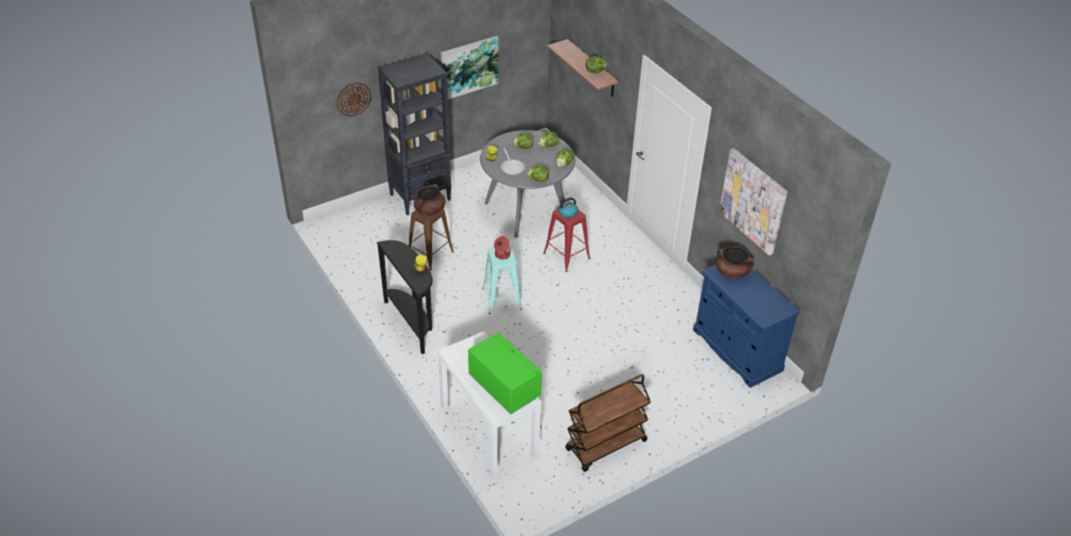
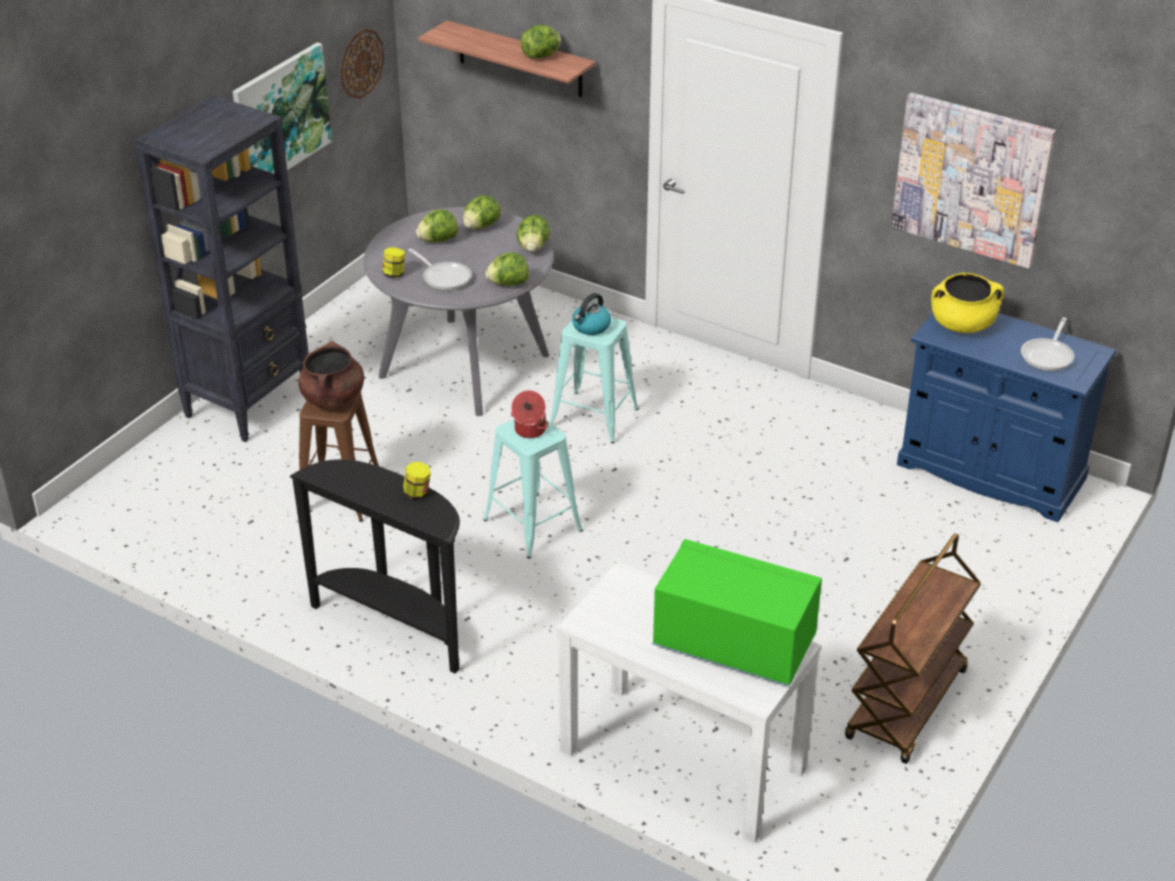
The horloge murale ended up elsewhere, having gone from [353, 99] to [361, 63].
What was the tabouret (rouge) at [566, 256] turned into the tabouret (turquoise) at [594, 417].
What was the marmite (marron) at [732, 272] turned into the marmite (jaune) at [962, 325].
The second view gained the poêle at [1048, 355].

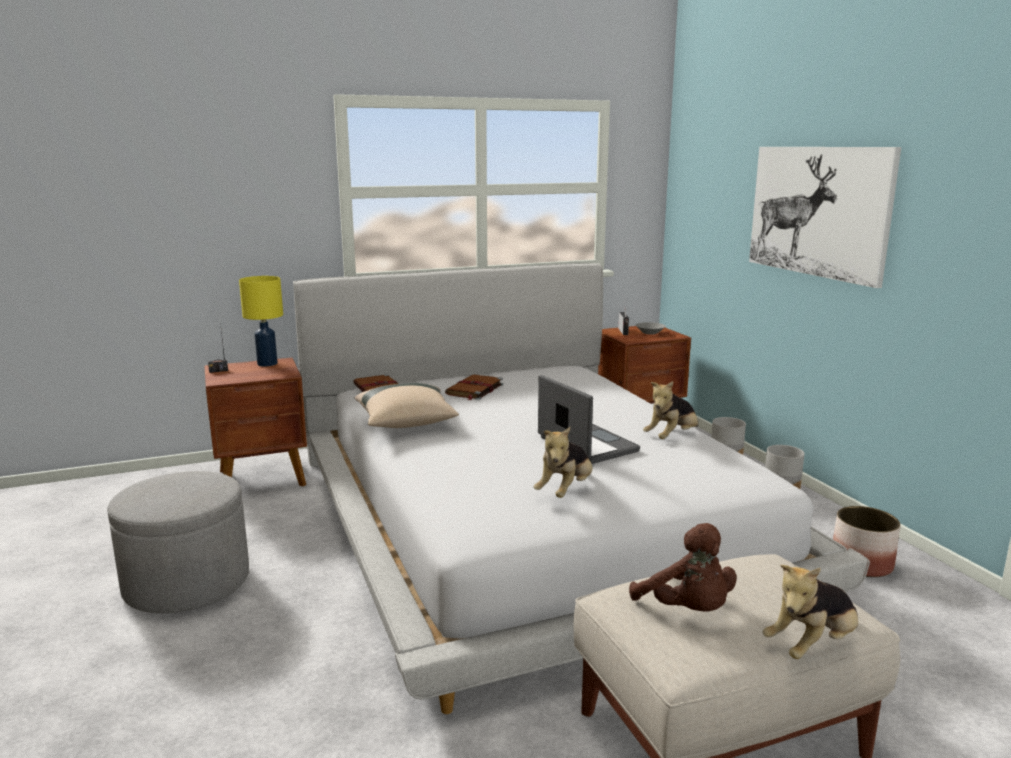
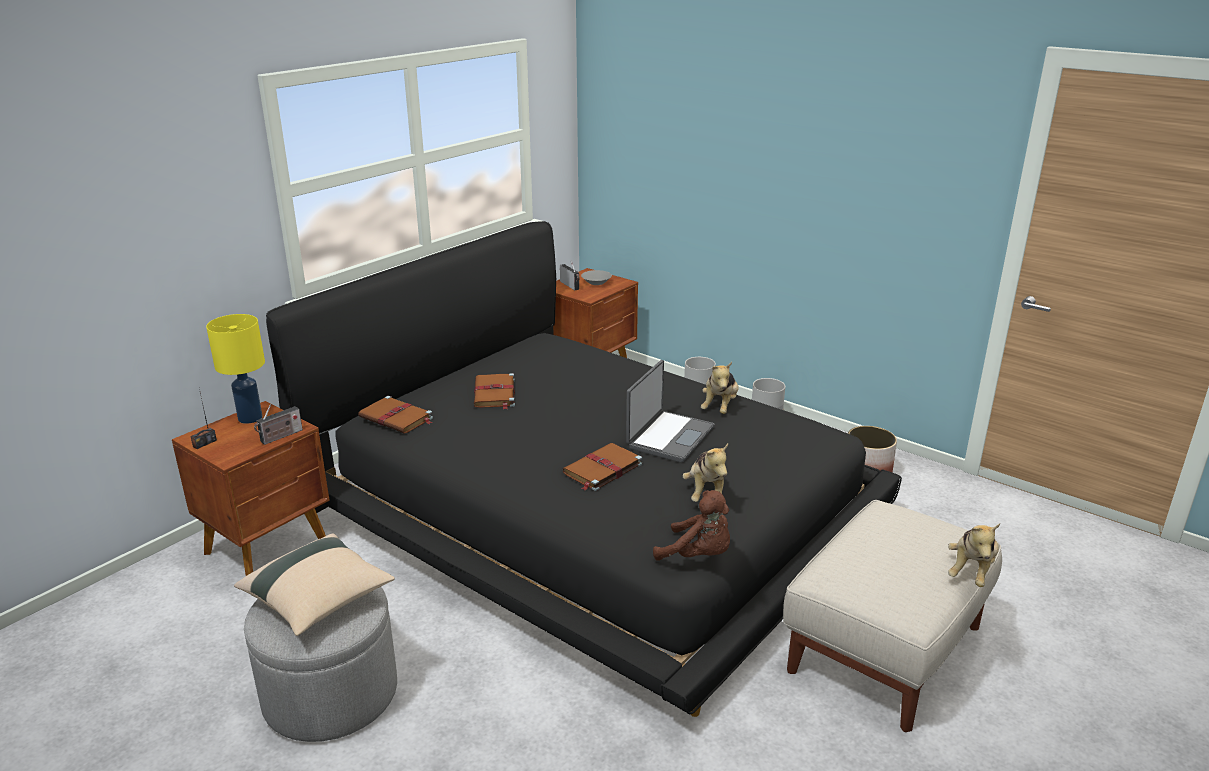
The second view lost the tableau at [818, 211].
What was the lit (blanc) at [529, 520] turned into the lit (noir) at [590, 512].
The ordinateur portable at [586, 445] ended up facing another way, 90 degrees clockwise from before.
The coussin (beige) ended up elsewhere, having gone from [406, 423] to [319, 600].
The peluche (marron) ended up elsewhere, having gone from [687, 610] to [698, 555].
The second view gained the radio at [280, 437].
The second view gained the livre (marron) at [602, 469].

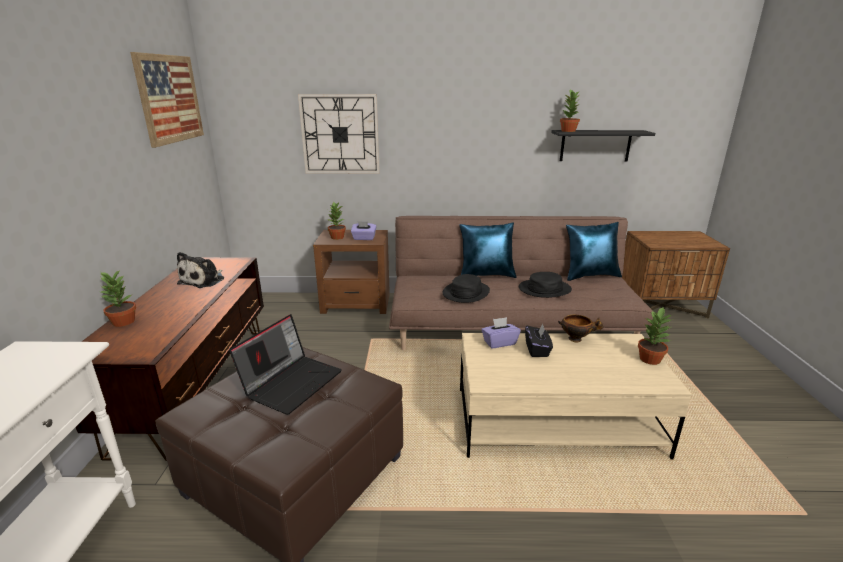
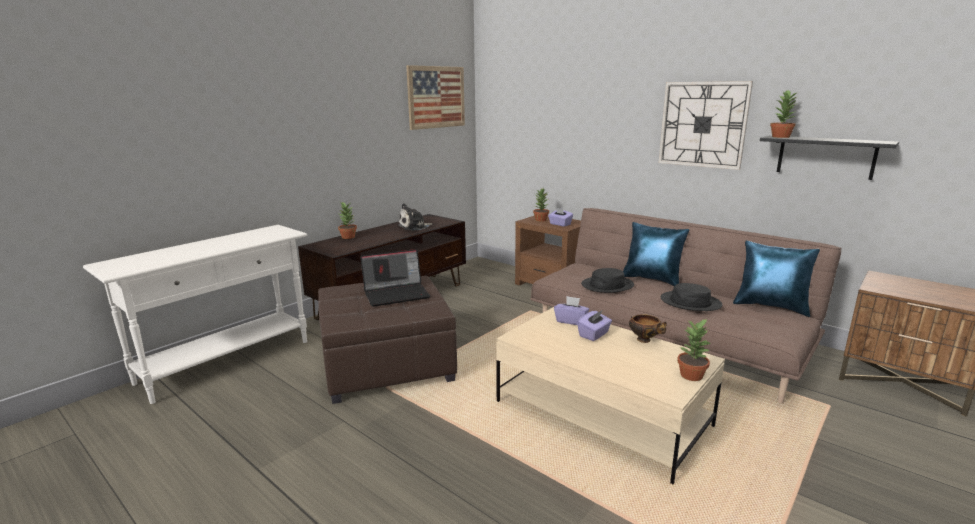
The horloge murale ended up elsewhere, having gone from [340, 134] to [703, 124].
What was the boîte à mouchoirs (noir) at [537, 350] turned into the boîte à mouchoirs (violet) at [594, 334].

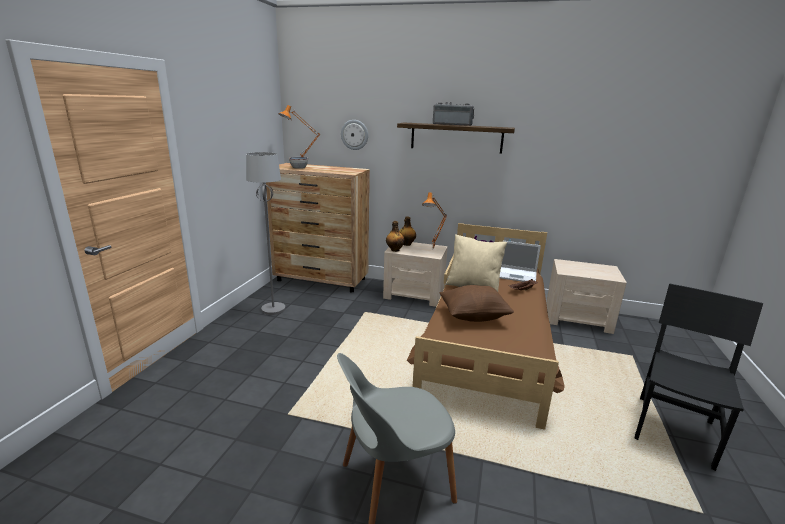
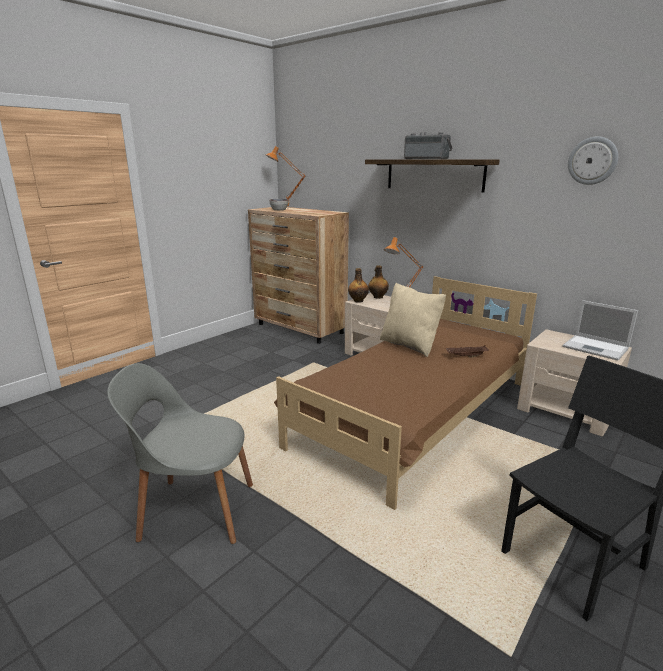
The horloge murale ended up elsewhere, having gone from [354, 134] to [592, 161].
The second view lost the lampadaire (gris) at [273, 309].
The ordinateur portable ended up elsewhere, having gone from [517, 275] to [596, 348].
The second view lost the coussin (marron) at [474, 316].

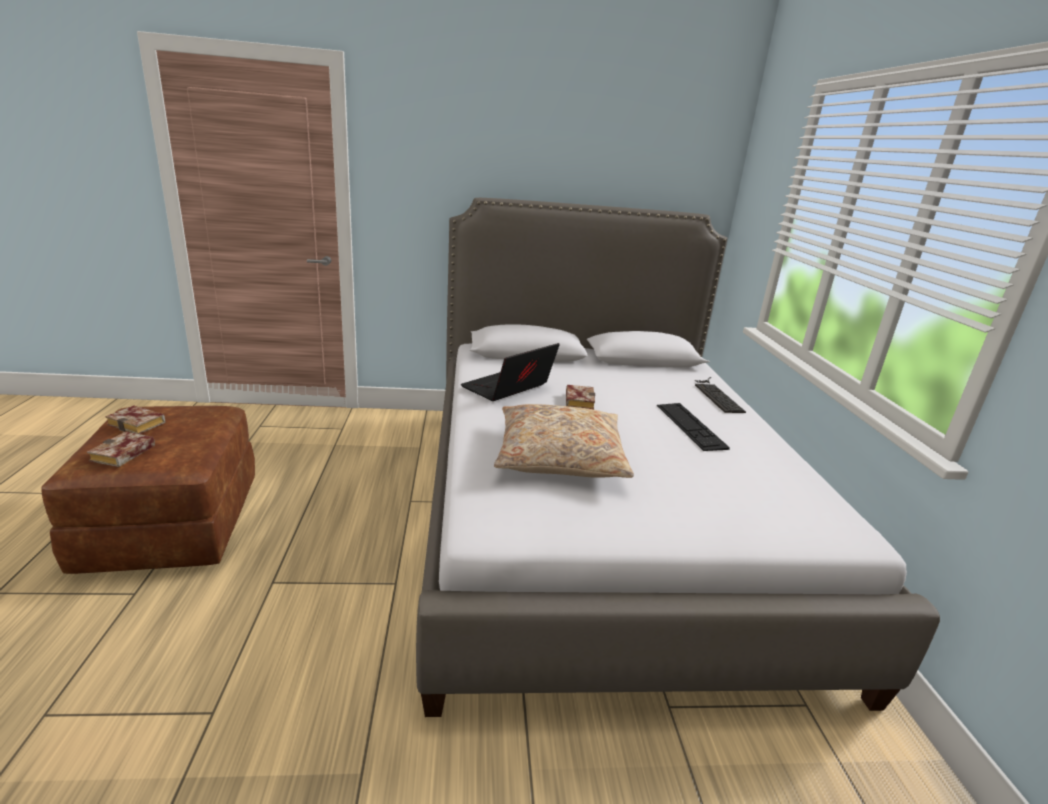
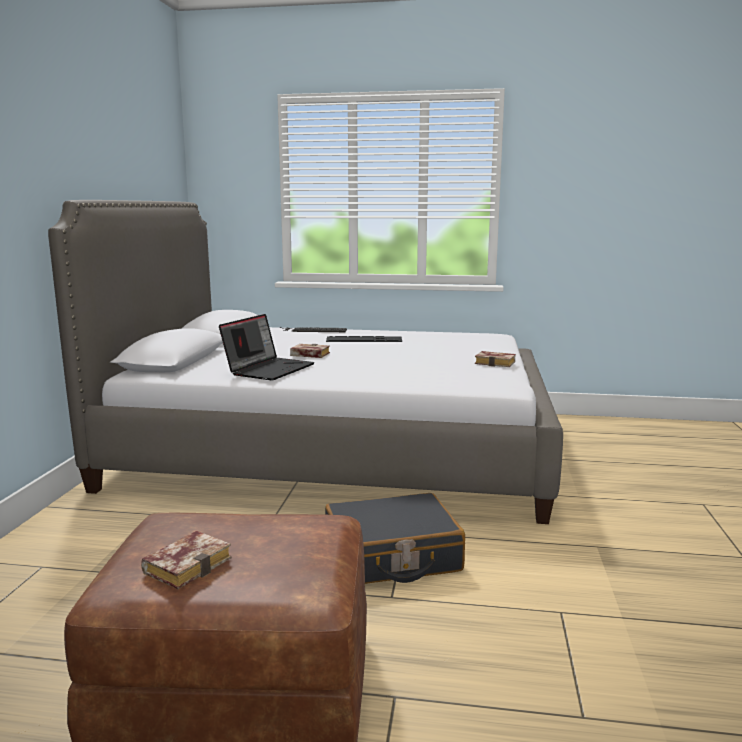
The ordinateur portable at [507, 388] ended up facing another way, 120 degrees counterclockwise from before.
The second view lost the coussin (beige) at [559, 456].
The livre ended up elsewhere, having gone from [123, 455] to [497, 363].
The second view gained the valise (noir) at [392, 556].

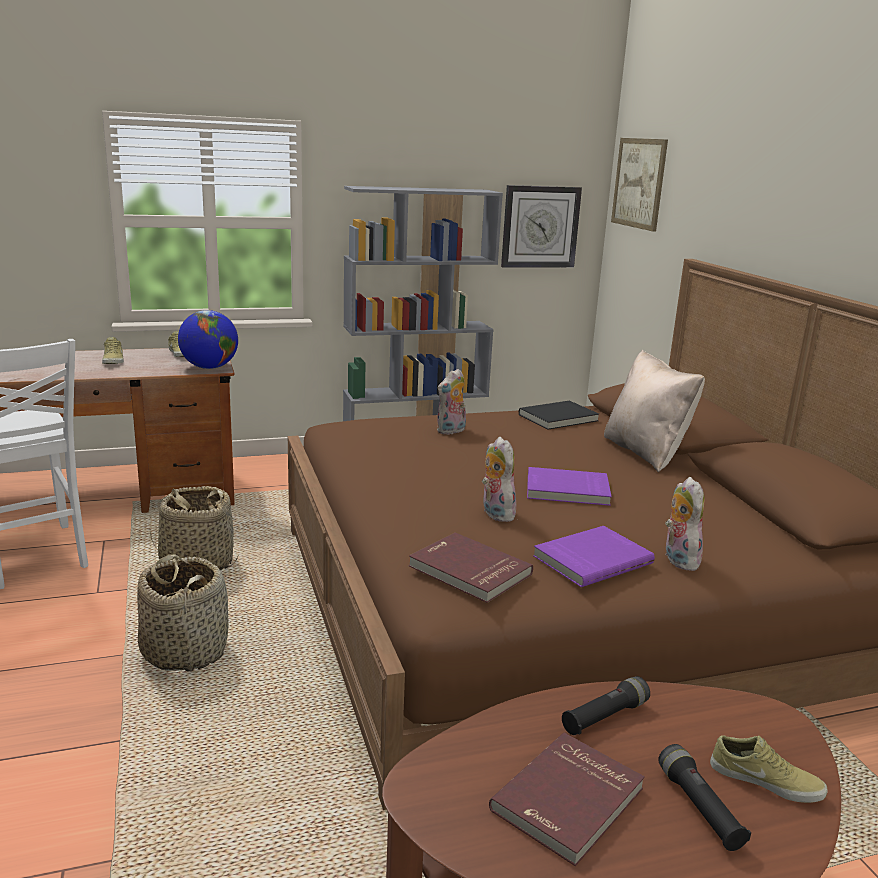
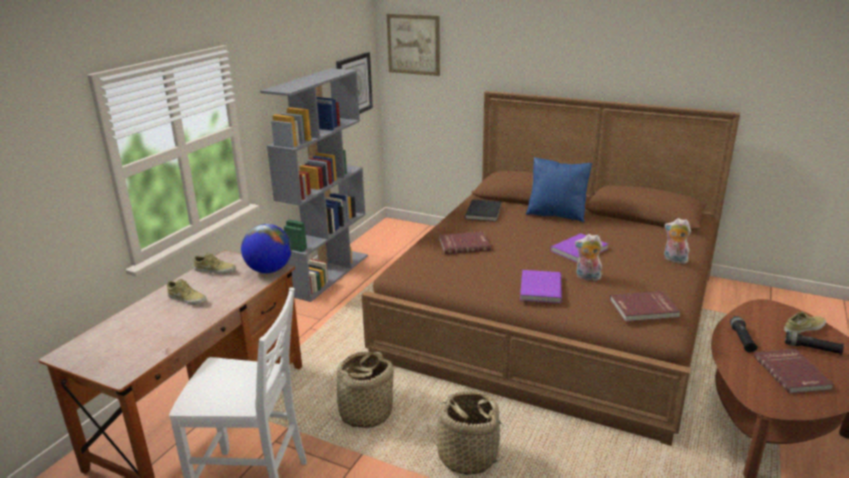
What was the coussin (beige) at [646, 453] turned into the coussin (bleu) at [556, 214].
Where the peluche stood at [451, 431], the livre (rouge) came to stand at [464, 244].
The livre (violet) ended up elsewhere, having gone from [591, 559] to [539, 288].

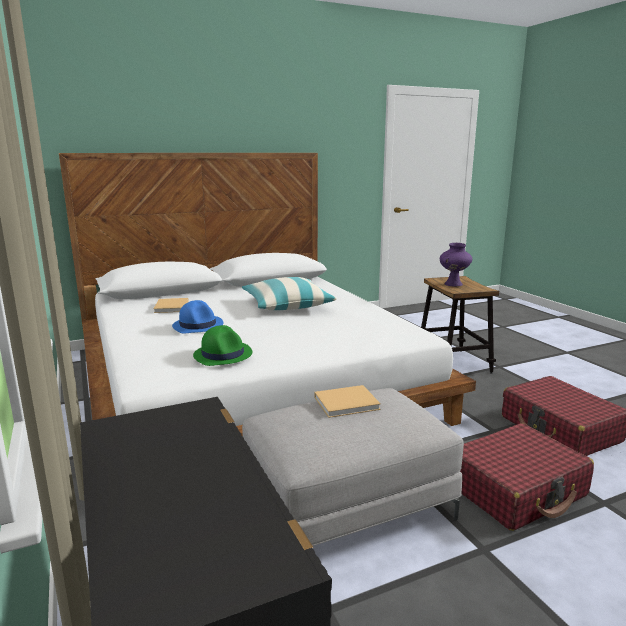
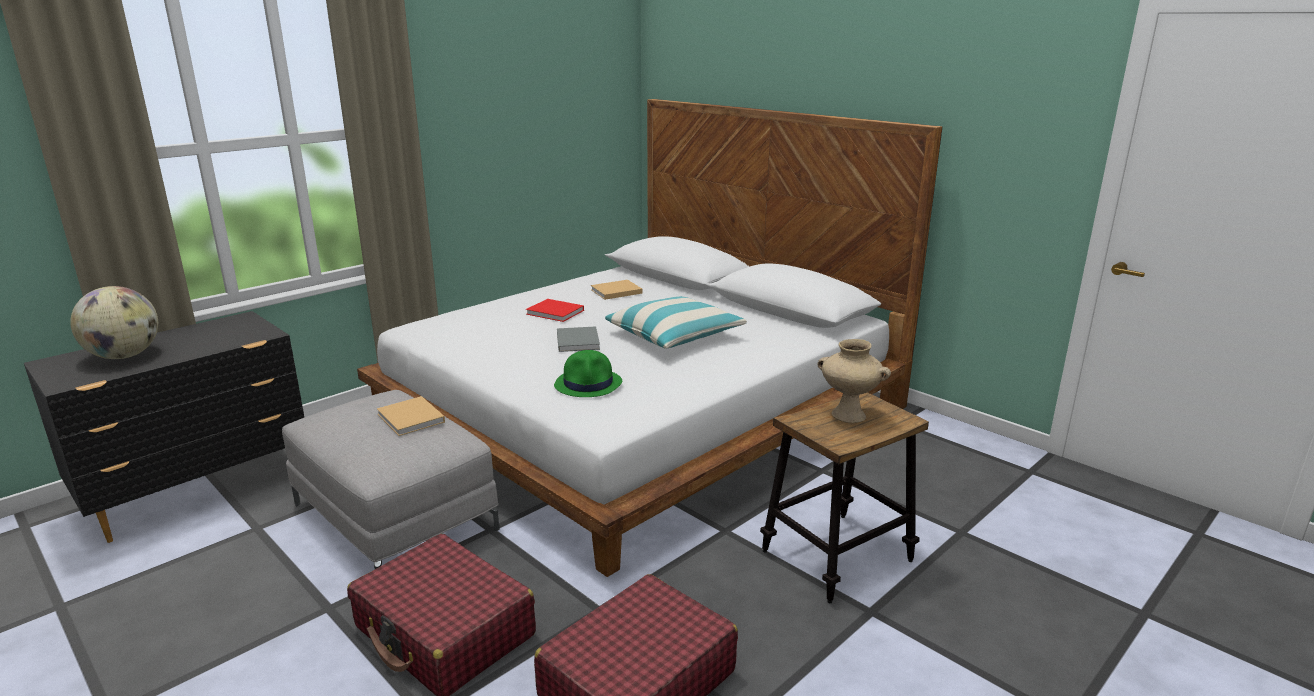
What was the vase (violet) at [453, 284] turned into the vase (beige) at [847, 415].
Where the chapeau (bleu) stood at [198, 325], the livre (rouge) came to stand at [556, 312].
The chapeau (vert) ended up elsewhere, having gone from [223, 354] to [589, 384].
The second view gained the globe at [124, 356].
The second view gained the livre (gris) at [577, 340].

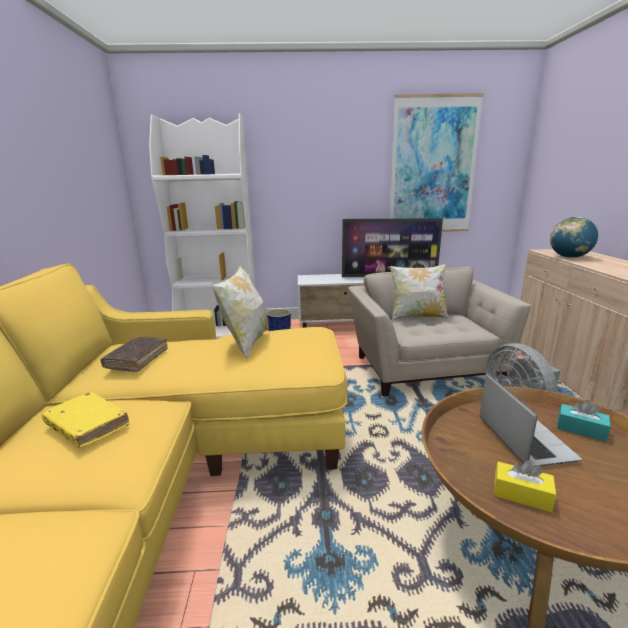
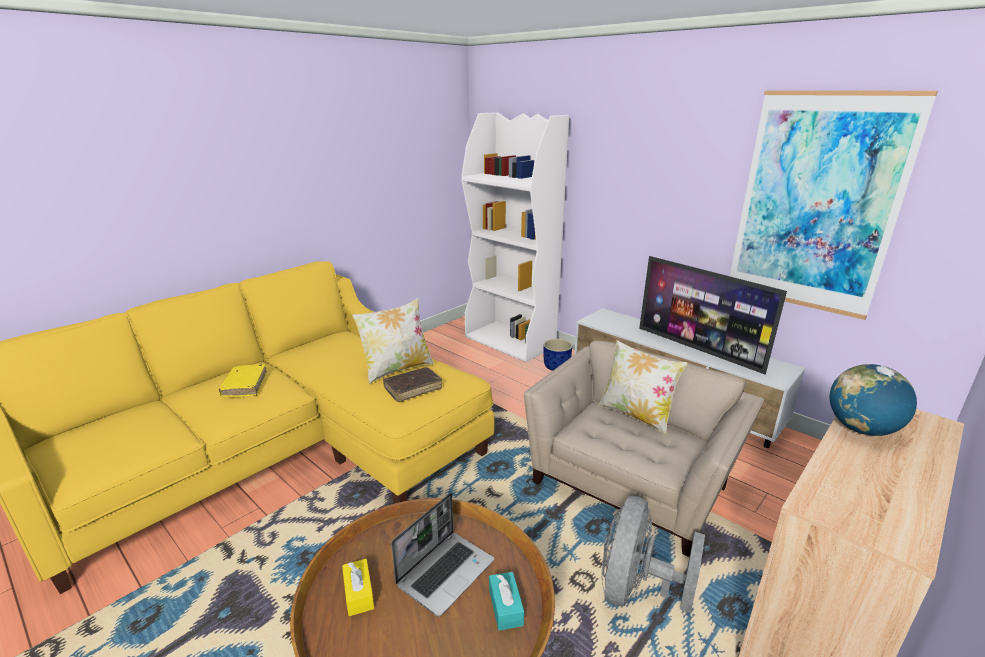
The livre (marron) ended up elsewhere, having gone from [137, 359] to [413, 388].

